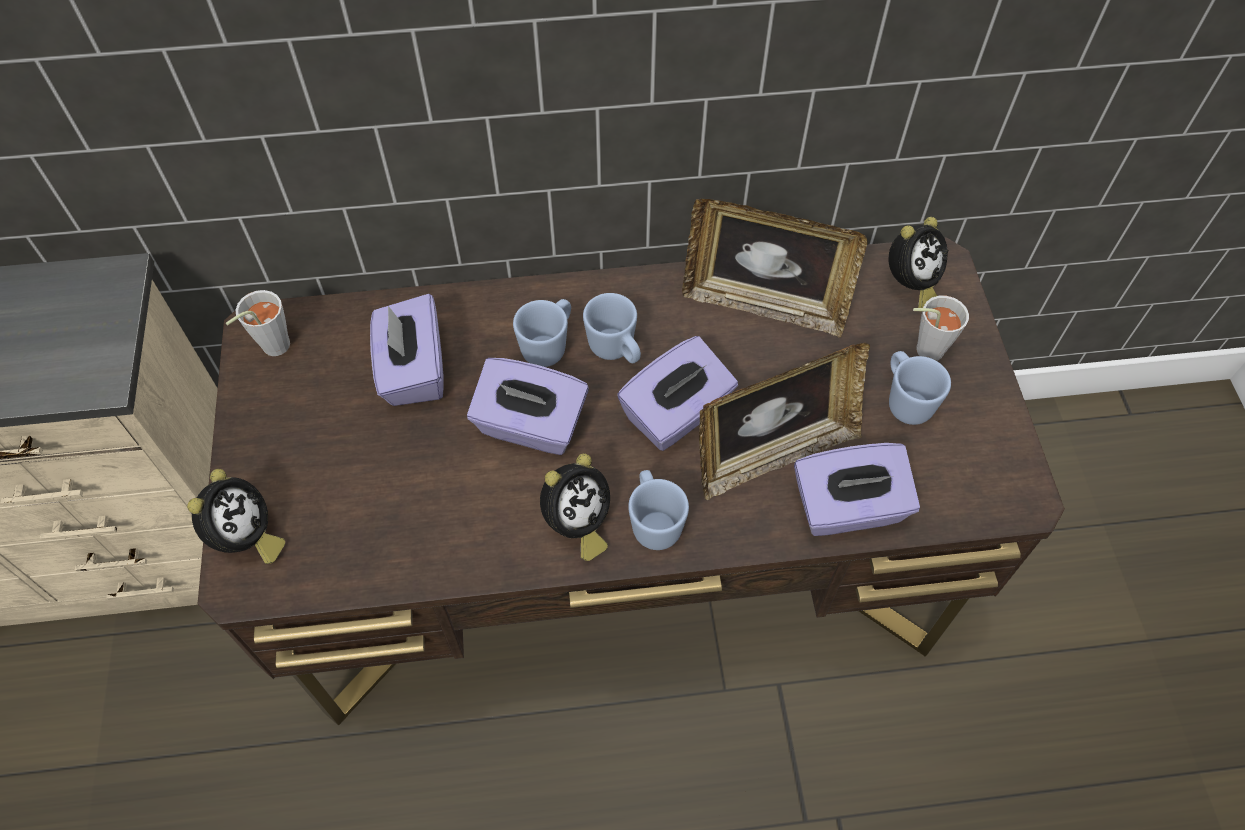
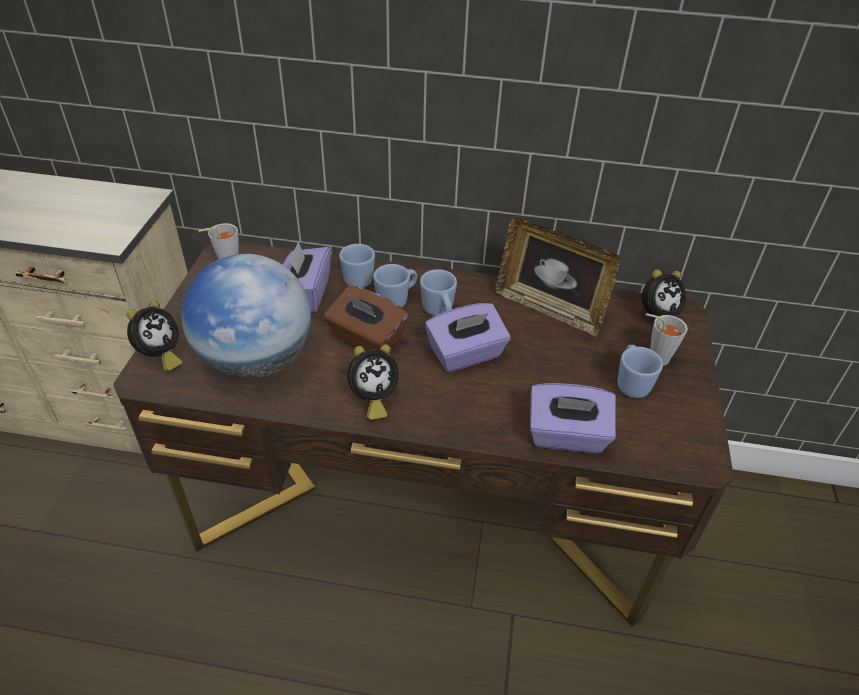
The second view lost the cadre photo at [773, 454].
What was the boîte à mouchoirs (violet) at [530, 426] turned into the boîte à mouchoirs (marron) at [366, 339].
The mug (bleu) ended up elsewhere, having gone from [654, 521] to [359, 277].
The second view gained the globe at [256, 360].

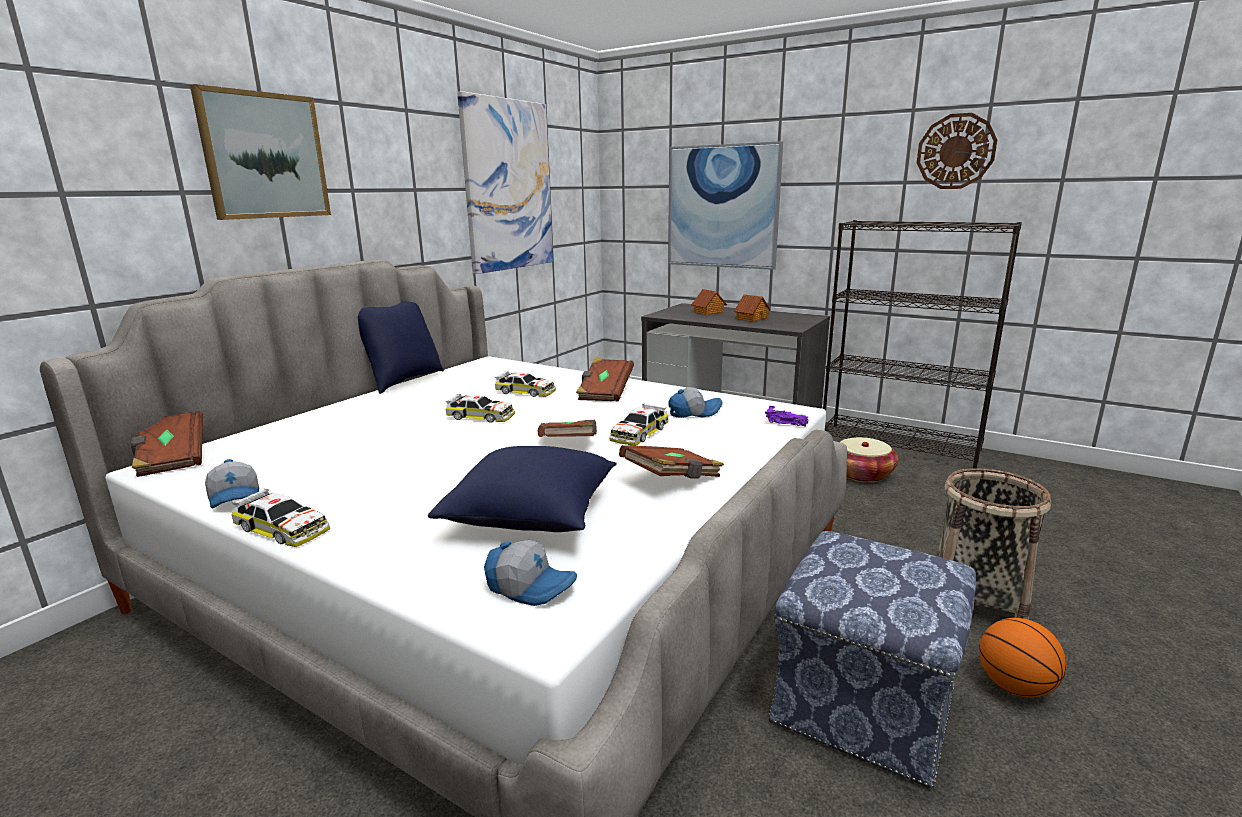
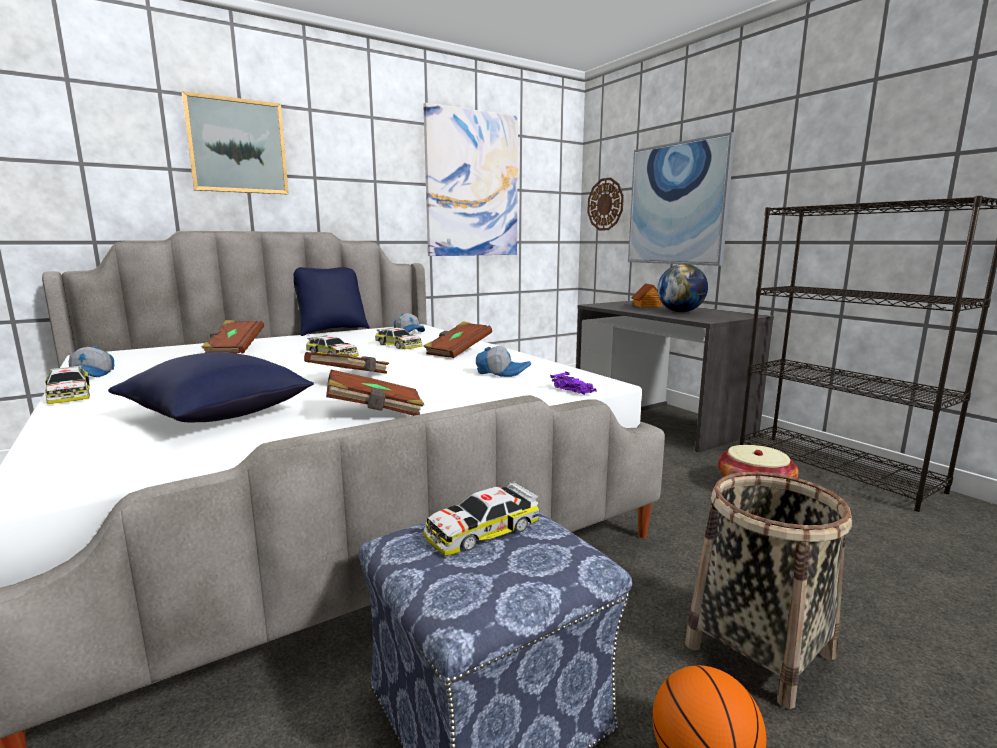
The horloge murale ended up elsewhere, having gone from [955, 151] to [605, 204].
Where the maison miniature stood at [751, 318], the globe came to stand at [680, 312].
The petite voiture ended up elsewhere, having gone from [639, 433] to [481, 530].
The livre (marron) ended up elsewhere, having gone from [172, 459] to [234, 349].
The casquette ended up elsewhere, having gone from [531, 586] to [409, 332].

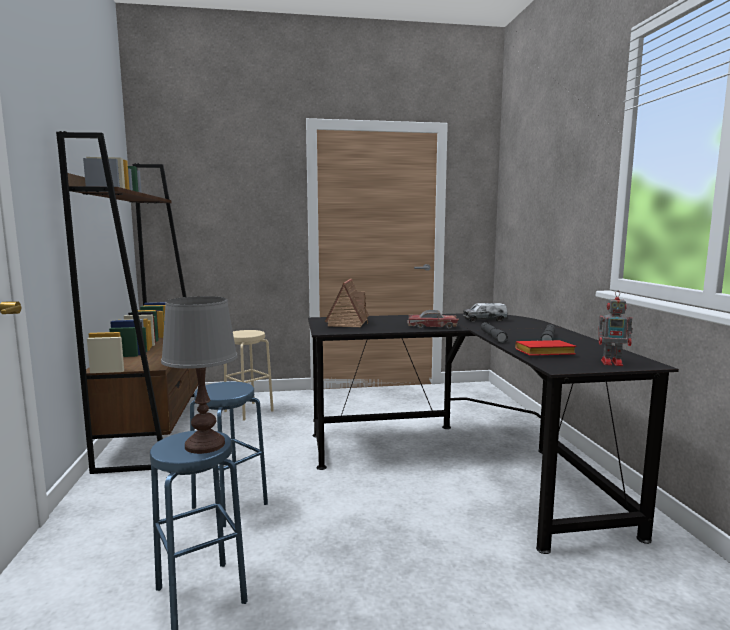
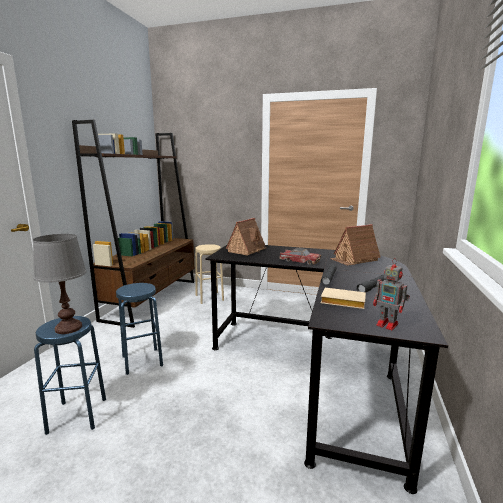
Where the camion jouet stood at [484, 320], the maison miniature came to stand at [354, 259].
What was the livre (rouge) at [543, 353] turned into the livre (beige) at [341, 302].

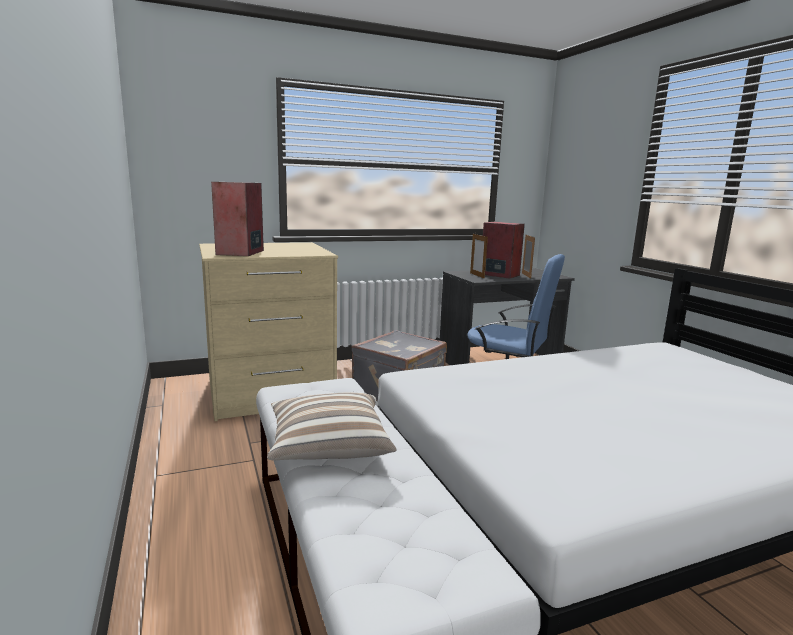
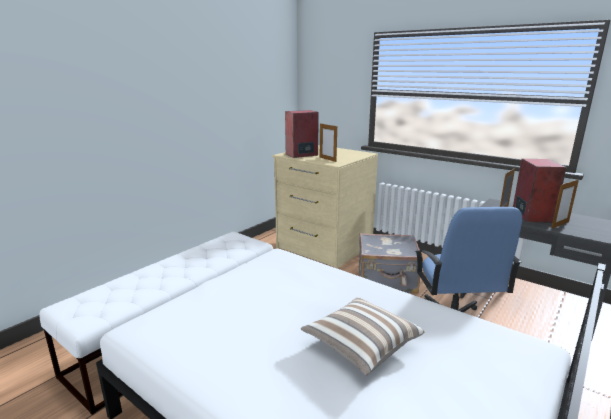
The coussin ended up elsewhere, having gone from [328, 447] to [360, 346].
The second view gained the cadre photo at [327, 159].

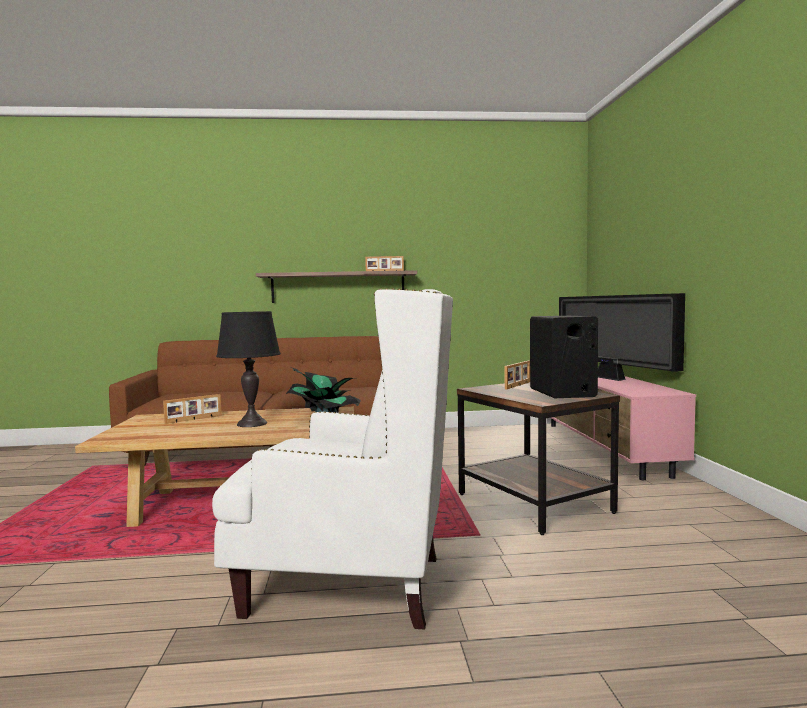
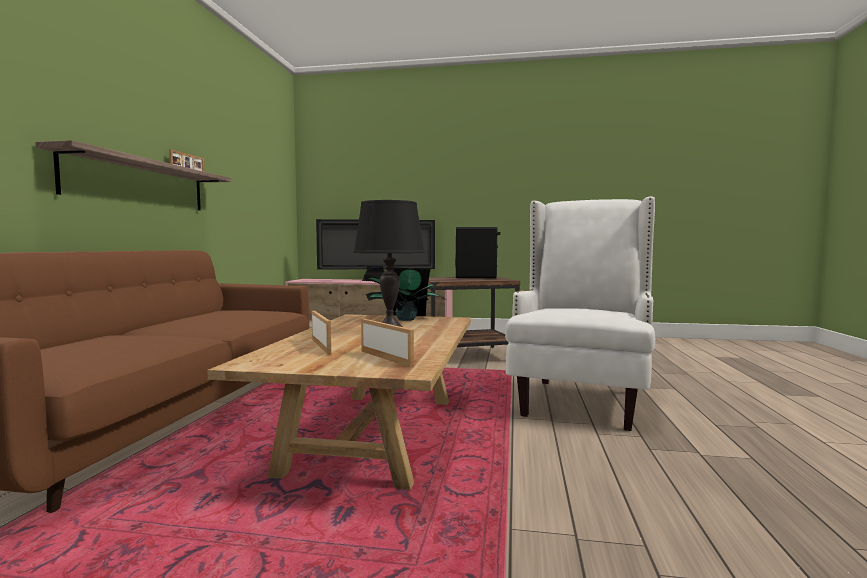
The cadre photo ended up elsewhere, having gone from [518, 385] to [387, 358].

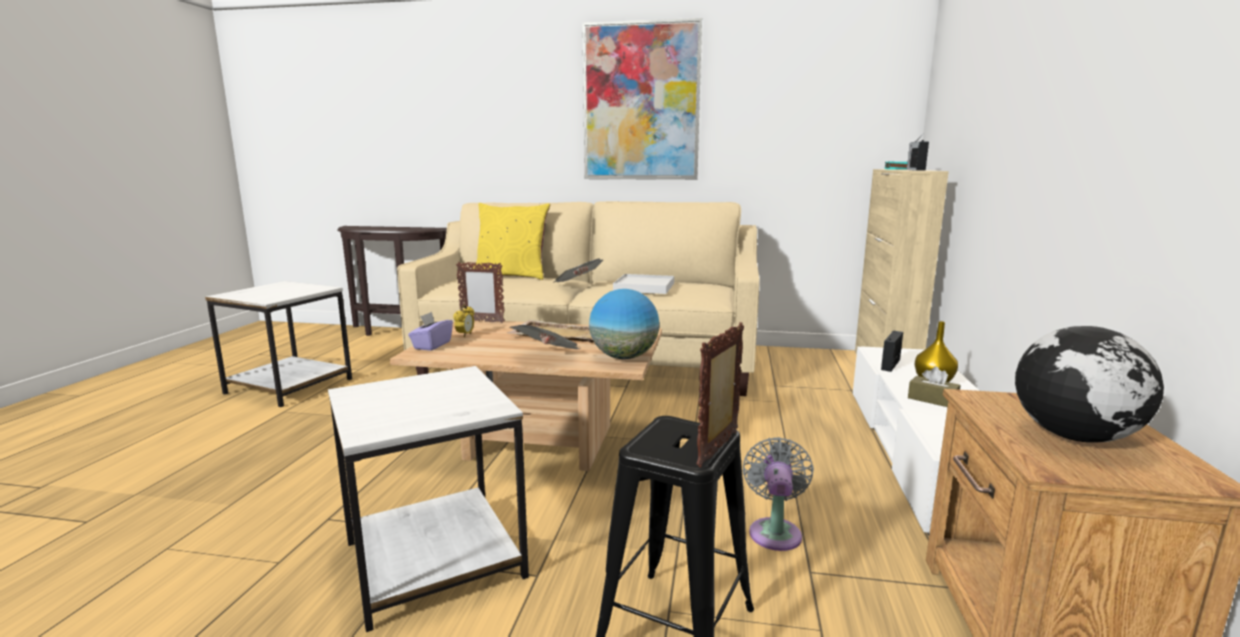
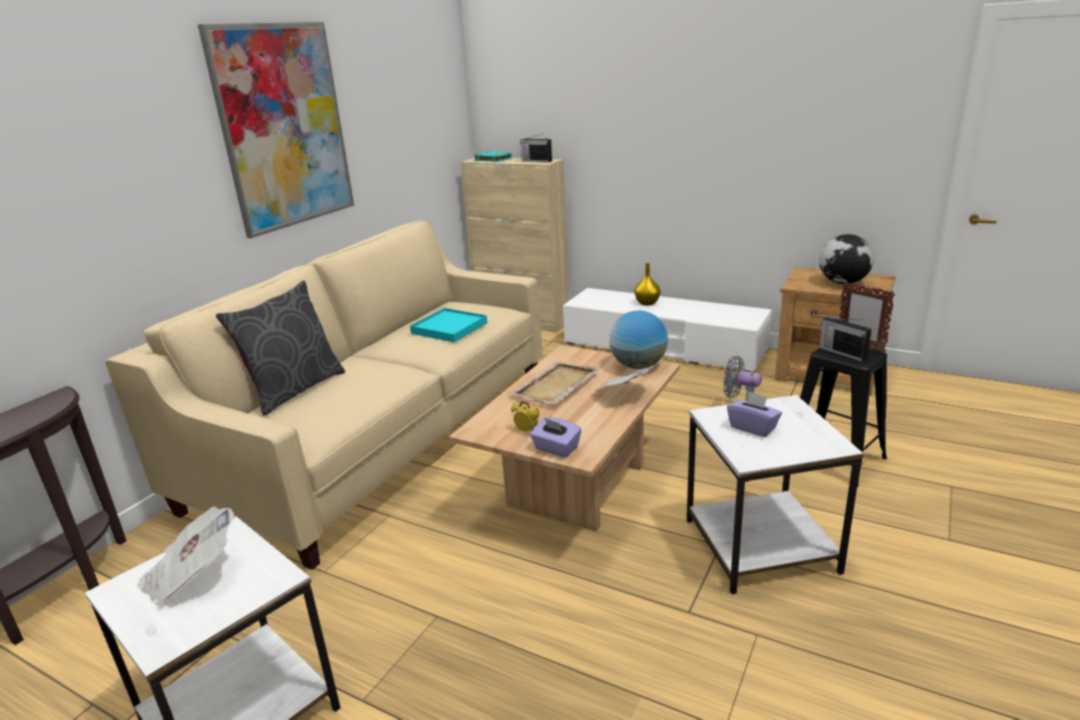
What was the coussin (jaune) at [511, 276] turned into the coussin (gris) at [294, 389].
The journal ended up elsewhere, having gone from [578, 284] to [192, 575].
The second view lost the cadre photo at [482, 321].
What was the plateau (blanc) at [644, 287] turned into the plateau (turquoise) at [449, 328].
The radio ended up elsewhere, having gone from [891, 364] to [841, 352].
The second view lost the boîte à mouchoirs (marron) at [932, 400].
The second view gained the boîte à mouchoirs (violet) at [753, 428].

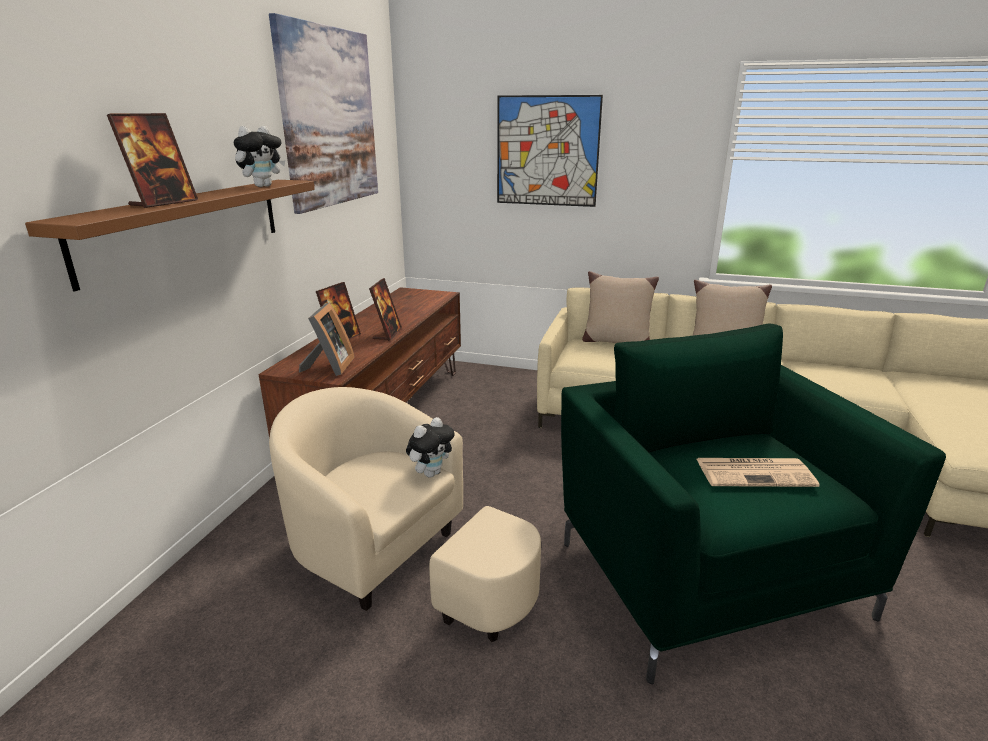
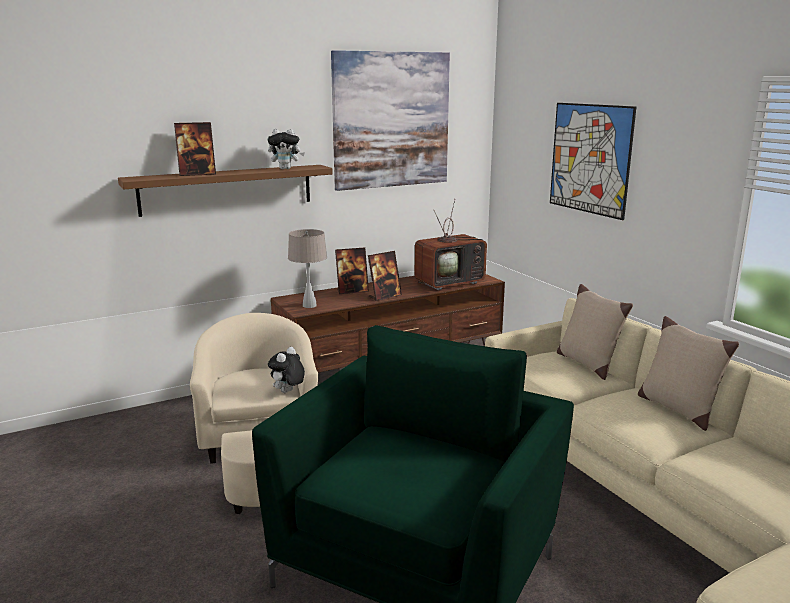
Where the cadre photo stood at [329, 367], the lampe de table (beige) came to stand at [309, 305].
The peluche at [431, 473] ended up facing another way, 120 degrees clockwise from before.
The second view lost the journal at [755, 473].
The second view gained the téléviseur at [450, 282].

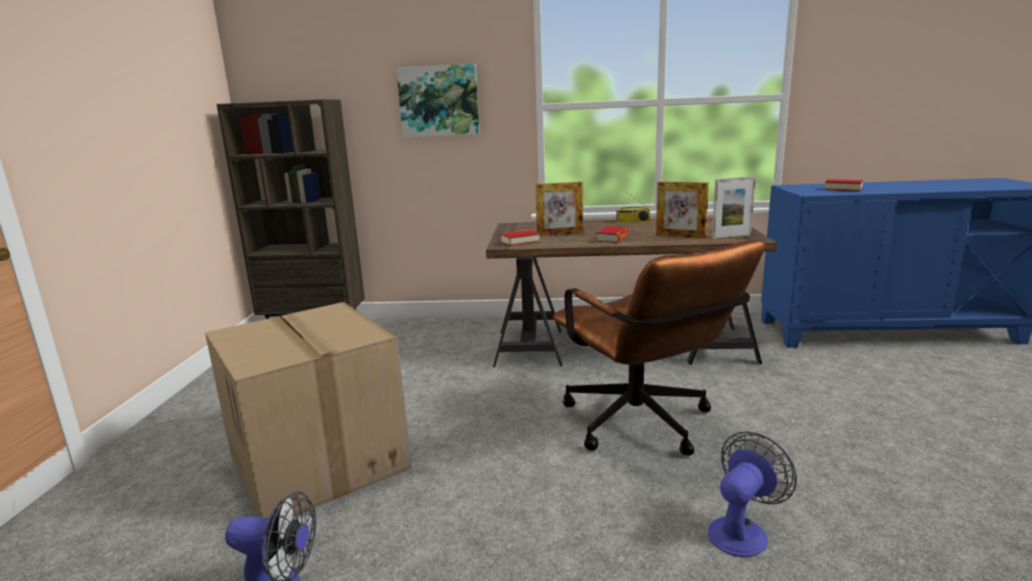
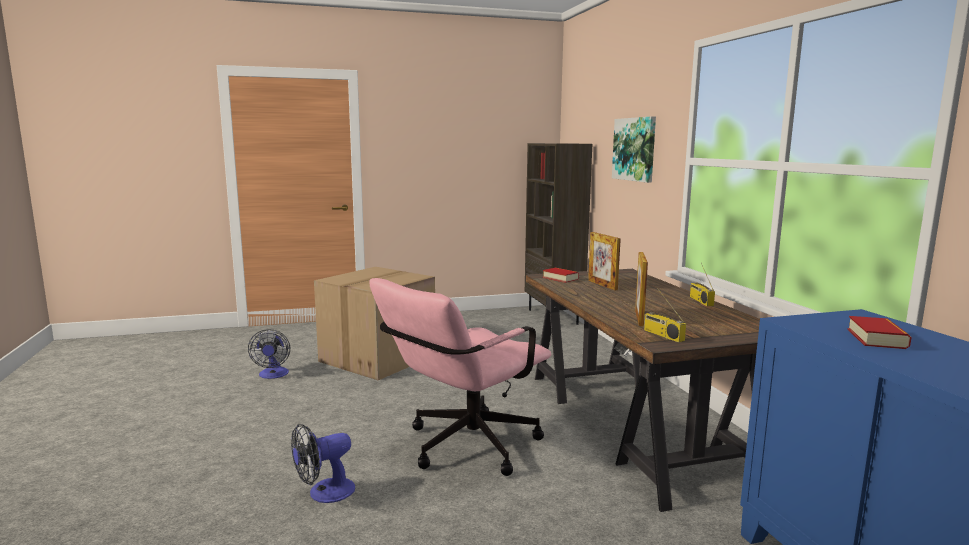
Where the cadre photo stood at [731, 236], the radio came to stand at [662, 335].
The second view lost the livre at [612, 238].
What was the chaise de bureau (marron) at [644, 427] turned into the chaise de bureau (rose) at [463, 448].
The ventilateur at [742, 530] ended up facing another way, 120 degrees clockwise from before.

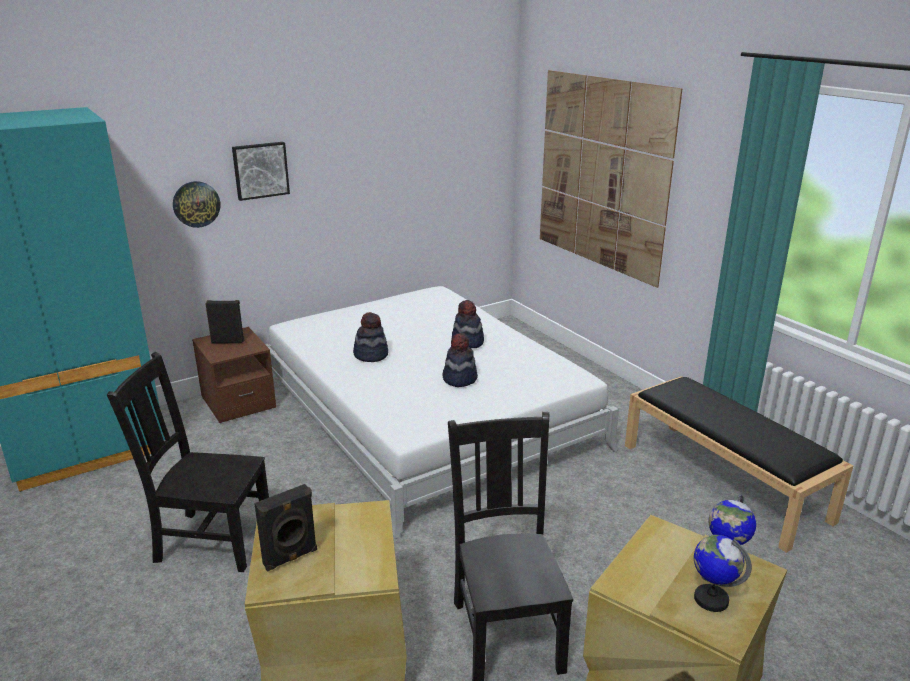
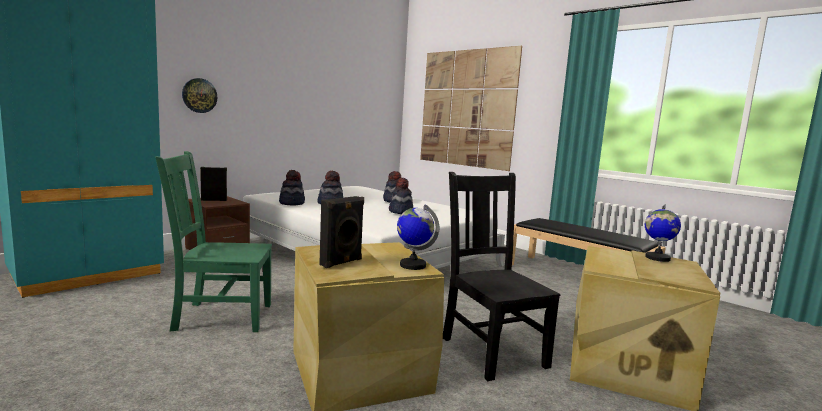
The second view lost the tableau at [260, 170].
What was the chaise (noir) at [210, 540] turned into the chaise (vert) at [220, 316].
The globe ended up elsewhere, having gone from [711, 599] to [412, 265].
The second view gained the chapeau at [292, 203].

